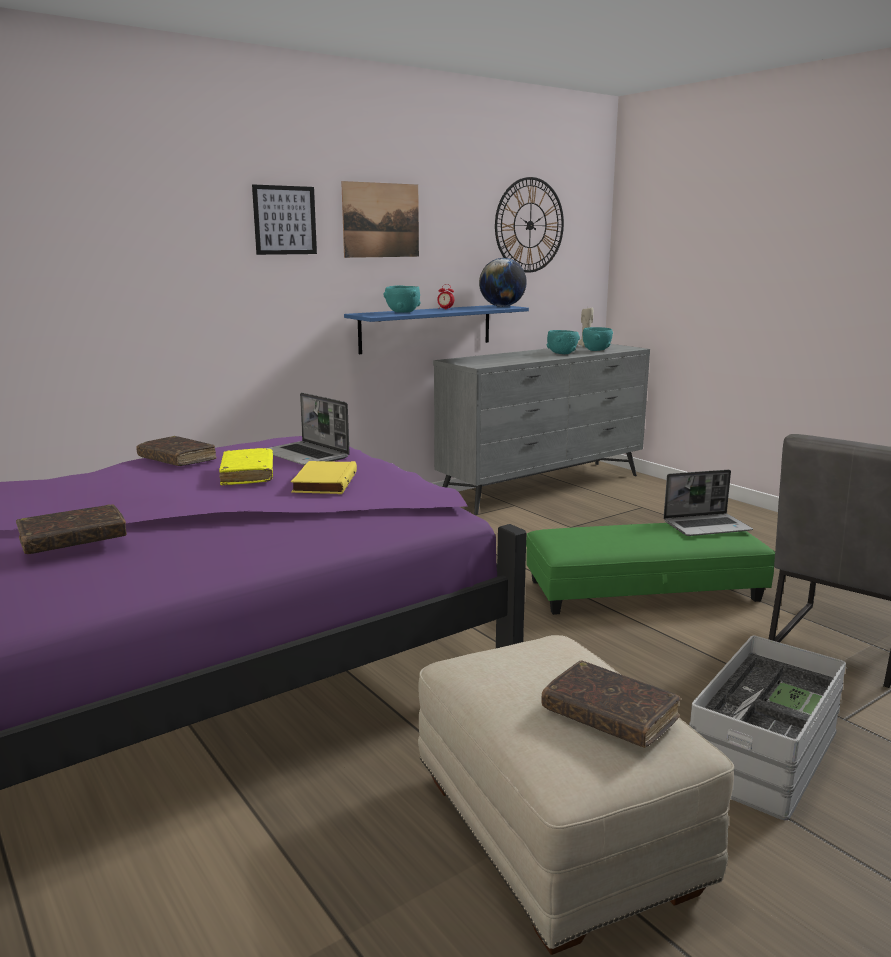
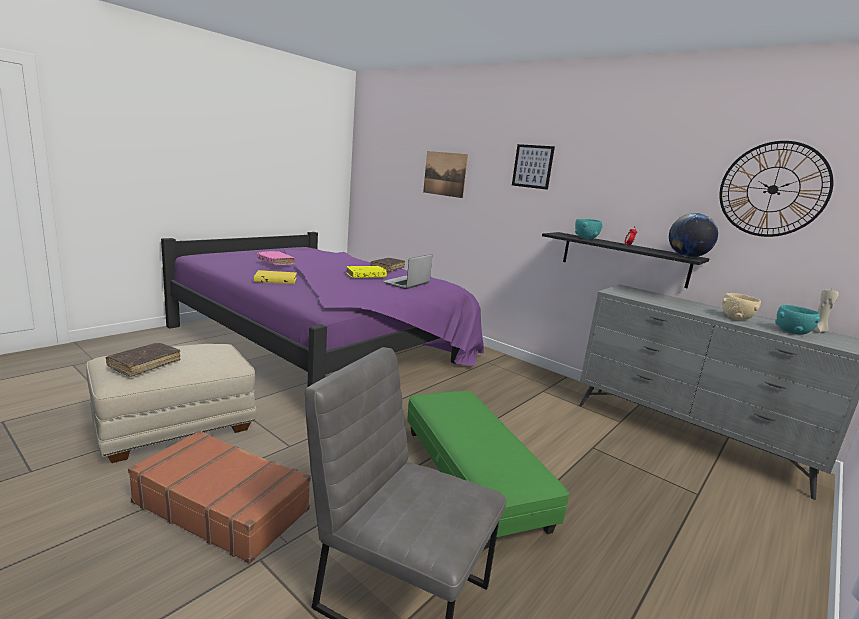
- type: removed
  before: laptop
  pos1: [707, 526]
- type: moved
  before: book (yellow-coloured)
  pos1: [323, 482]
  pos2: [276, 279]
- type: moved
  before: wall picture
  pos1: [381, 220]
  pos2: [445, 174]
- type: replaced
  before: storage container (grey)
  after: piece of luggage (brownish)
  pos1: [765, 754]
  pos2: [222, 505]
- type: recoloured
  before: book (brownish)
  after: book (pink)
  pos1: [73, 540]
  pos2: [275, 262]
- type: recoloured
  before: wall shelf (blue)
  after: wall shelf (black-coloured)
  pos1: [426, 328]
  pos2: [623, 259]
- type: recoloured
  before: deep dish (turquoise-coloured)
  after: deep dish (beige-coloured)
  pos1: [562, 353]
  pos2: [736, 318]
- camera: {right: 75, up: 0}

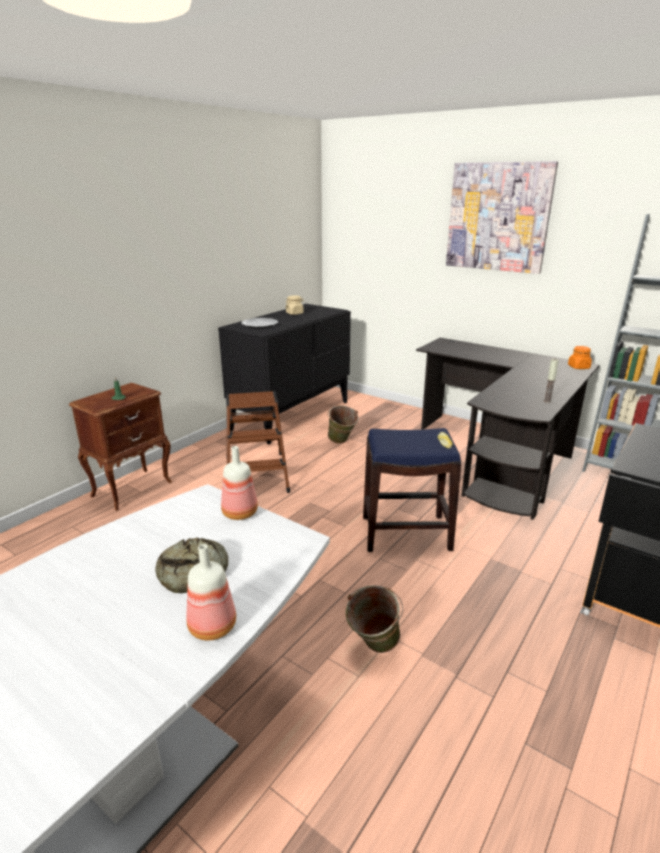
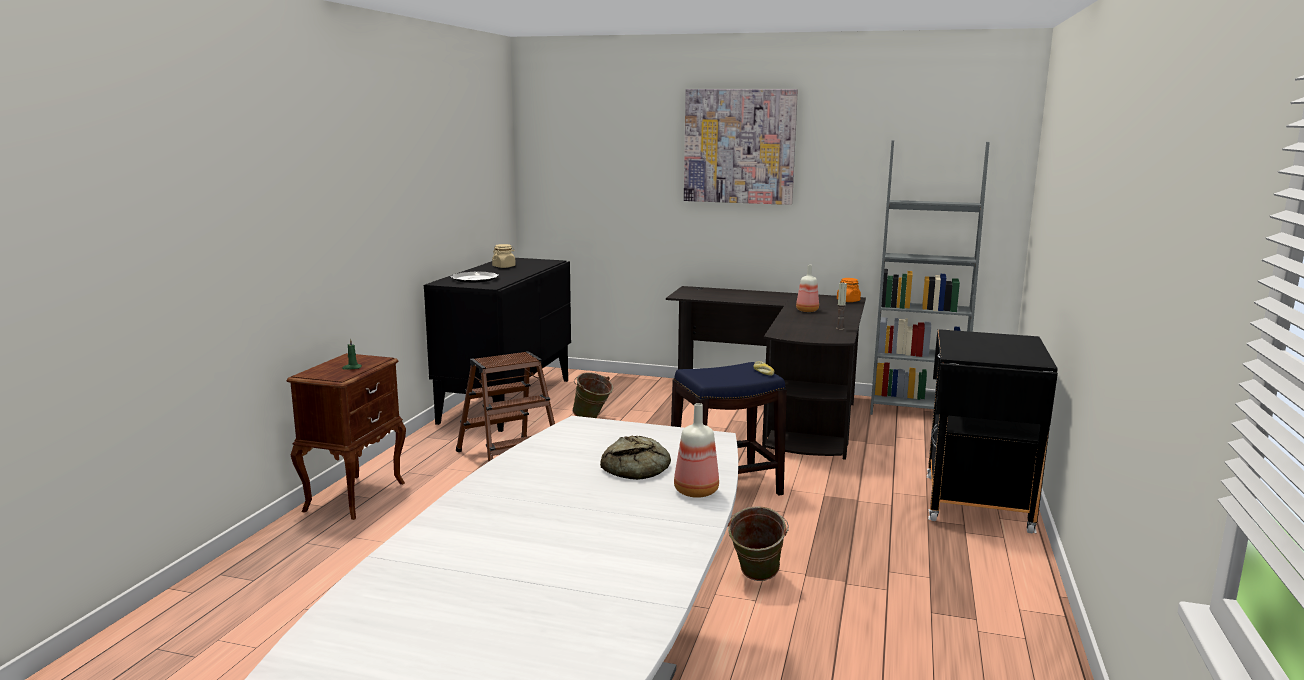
- type: moved
  before: drink bottle
  pos1: [240, 513]
  pos2: [807, 311]
- camera: {right: -20, up: -10}

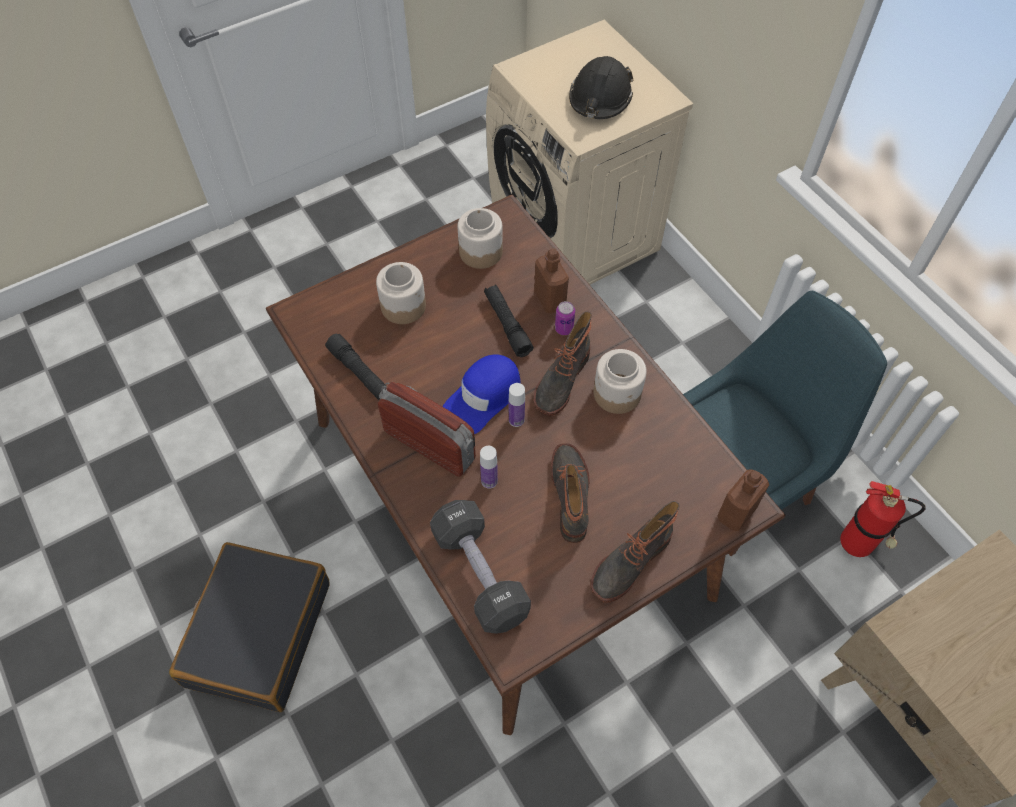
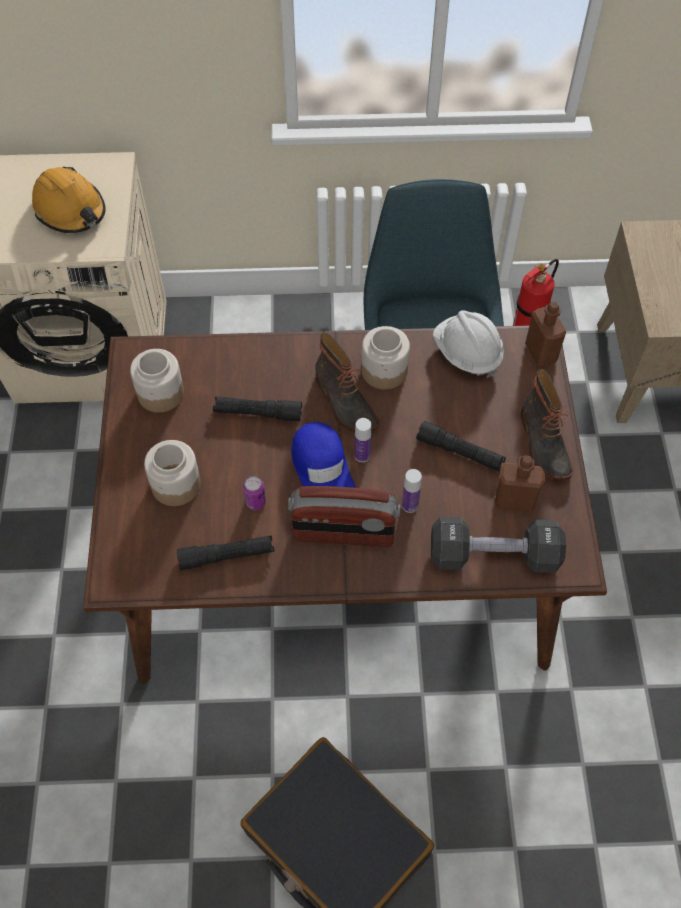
- type: added
  after: work helmet (white-coloured)
  pos2: [467, 354]
- type: moved
  before: drink bottle (brownish)
  pos1: [550, 300]
  pos2: [514, 501]
- type: moved
  before: can
  pos1: [564, 329]
  pos2: [255, 502]
- type: replaced
  before: tall boot
  after: torch (black-coloured)
  pos1: [571, 495]
  pos2: [460, 452]
- type: recoloured
  before: work helmet (black-coloured)
  after: work helmet (orange-coloured)
  pos1: [600, 99]
  pos2: [70, 210]
- type: turned
  before: radio set
  pos1: [430, 444]
  pos2: [343, 533]
  turn: -150
- camera: {right: -60, up: 0}

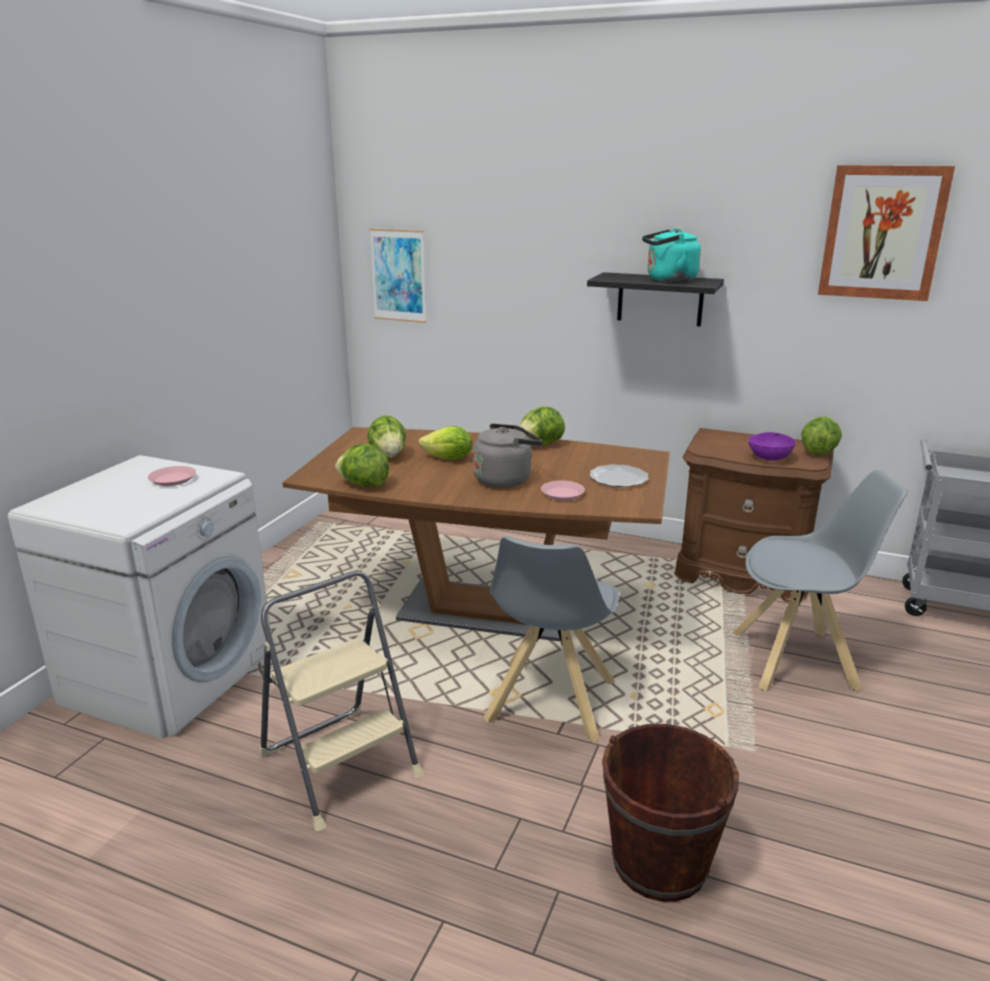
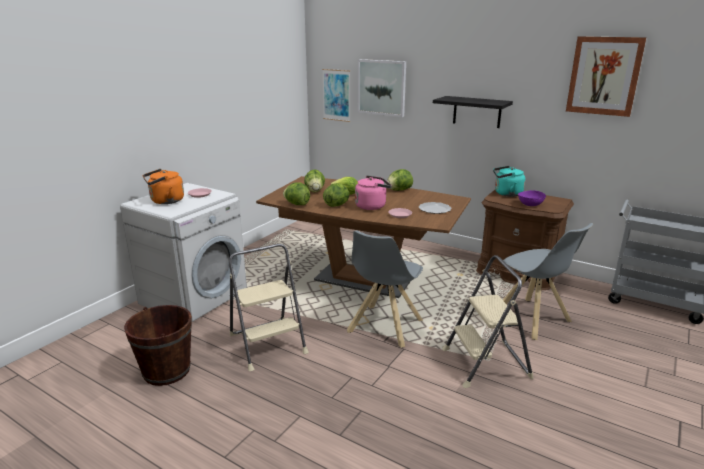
- type: added
  after: tea kettle (orange-coloured)
  pos2: [165, 201]
- type: added
  after: wall picture
  pos2: [381, 87]
- type: added
  after: stepladder (beige-coloured)
  pos2: [489, 363]
- type: moved
  before: water bucket (brownish)
  pos1: [659, 862]
  pos2: [167, 371]
- type: moved
  before: tea kettle (turquoise-coloured)
  pos1: [668, 280]
  pos2: [506, 194]
- type: moved
  before: lettuce
  pos1: [818, 452]
  pos2: [337, 205]
- type: recoloured
  before: tea kettle (grey)
  after: tea kettle (pink)
  pos1: [505, 479]
  pos2: [372, 206]
- type: turned
  before: chair (grey)
  pos1: [798, 660]
  pos2: [532, 319]
  turn: 45
- camera: {right: 10, up: 0}

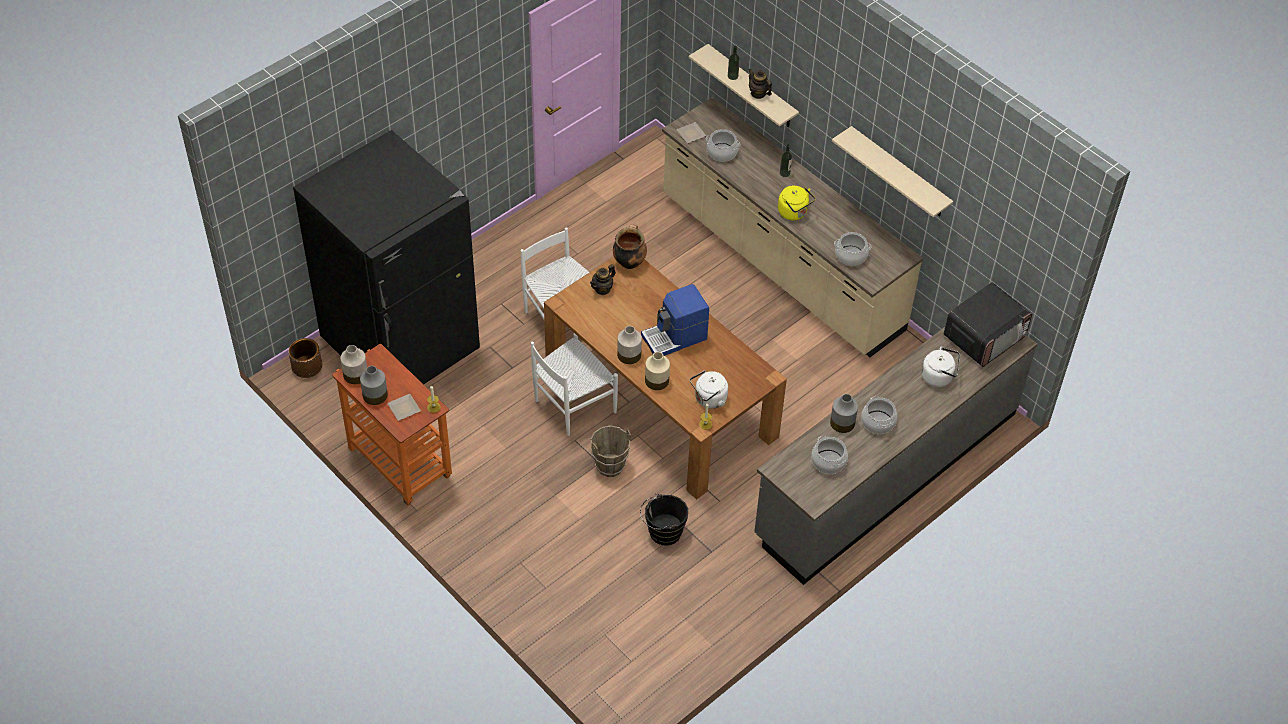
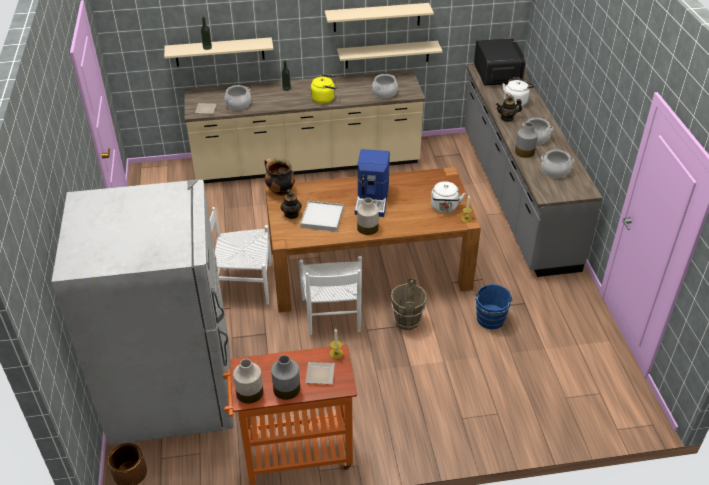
- type: removed
  before: vase (beige-coloured)
  pos1: [656, 380]
- type: added
  after: tray (white-coloured)
  pos2: [322, 218]
- type: added
  after: wall shelf (beige-coloured)
  pos2: [387, 54]
- type: moved
  before: pot for tea
  pos1: [758, 93]
  pos2: [507, 118]
- type: recoloured
  before: refrigerator (black-coloured)
  after: refrigerator (white-coloured)
  pos1: [401, 343]
  pos2: [172, 392]
- type: recoloured
  before: water bucket (black-coloured)
  after: water bucket (blue)
  pos1: [662, 532]
  pos2: [489, 321]
- camera: {right: -55, up: -10}

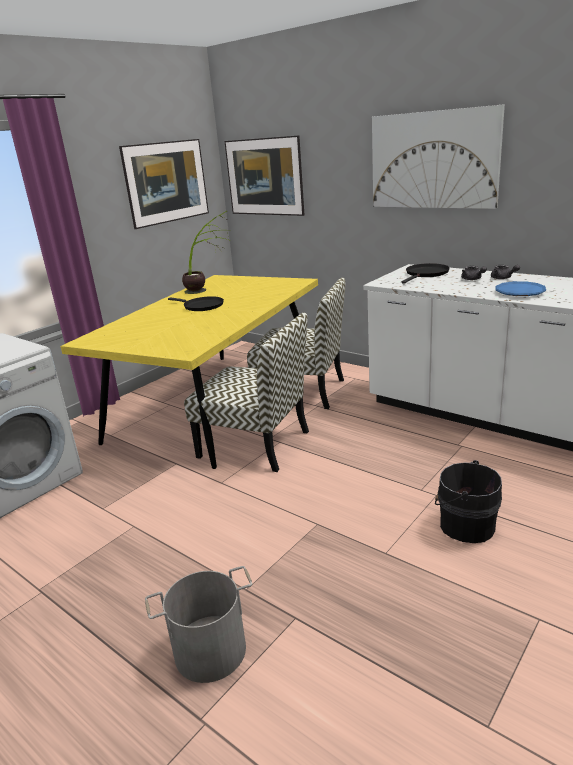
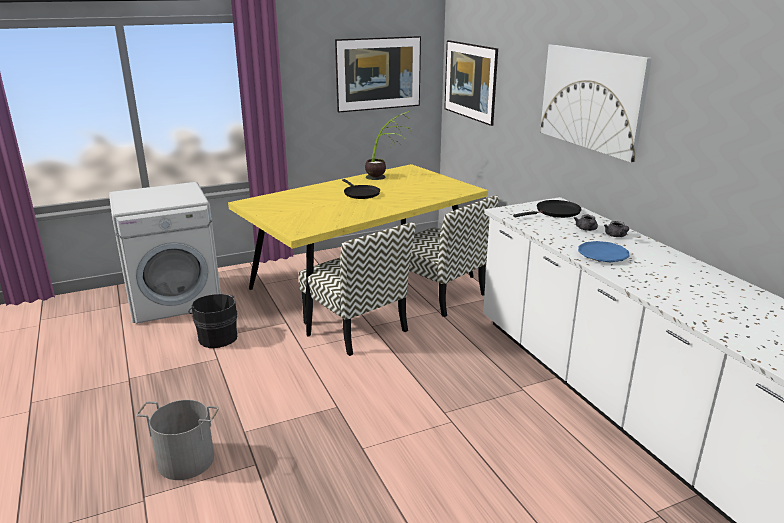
- type: moved
  before: water bucket (black-coloured)
  pos1: [464, 524]
  pos2: [217, 337]
- camera: {right: 25, up: 0}

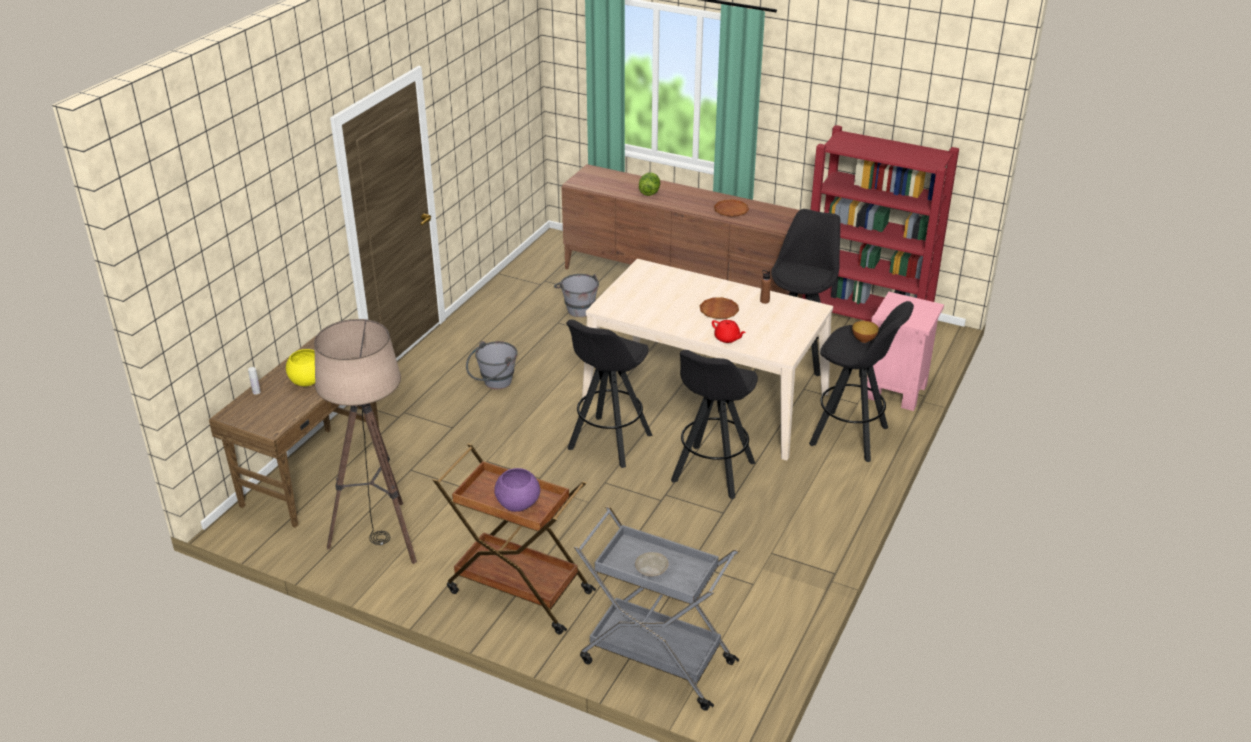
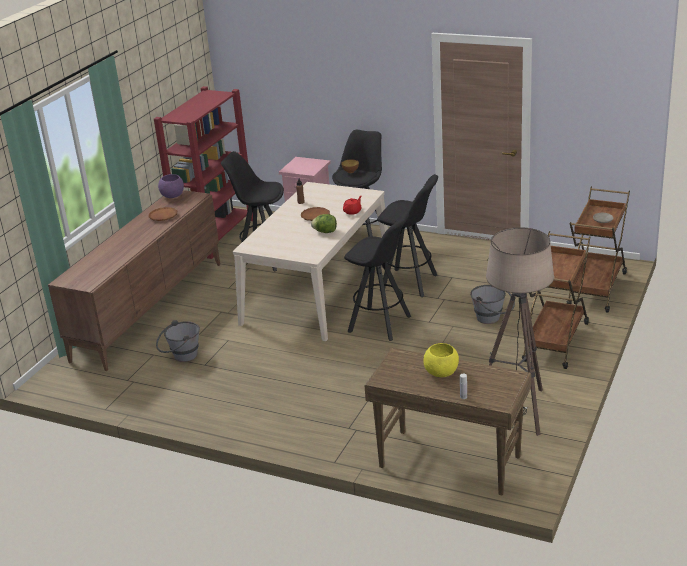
- type: moved
  before: water bucket (grey)
  pos1: [493, 384]
  pos2: [492, 319]
- type: moved
  before: deep dish (purple)
  pos1: [518, 504]
  pos2: [172, 196]
- type: moved
  before: lettuce
  pos1: [649, 192]
  pos2: [325, 232]
- type: recoloured
  before: wheeled cart (grey)
  after: wheeled cart (brownish)
  pos1: [656, 662]
  pos2: [596, 290]
- camera: {right: -90, up: -5}

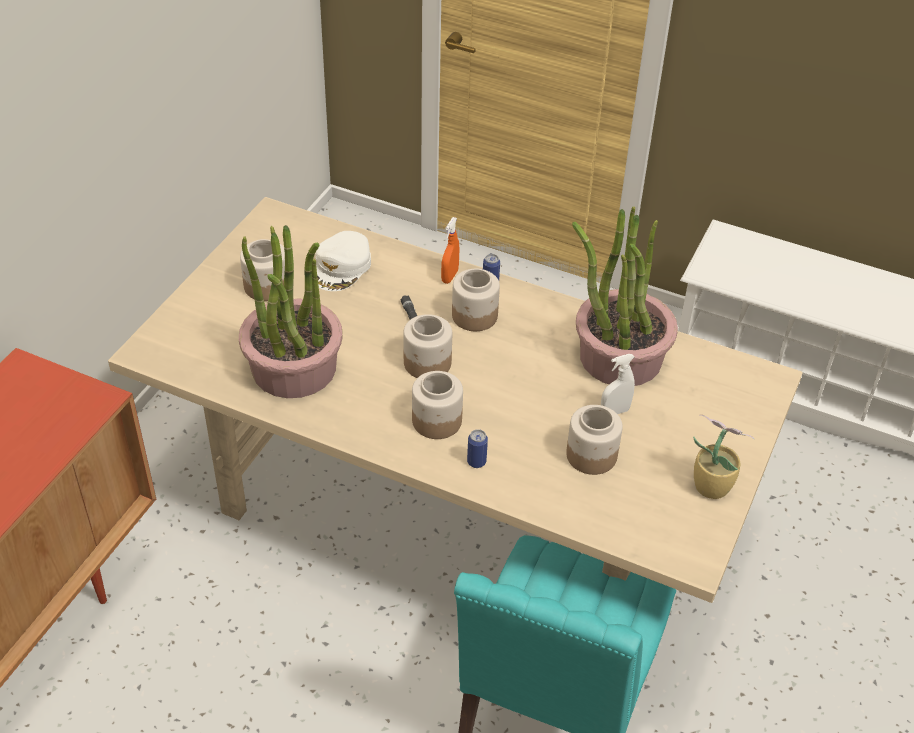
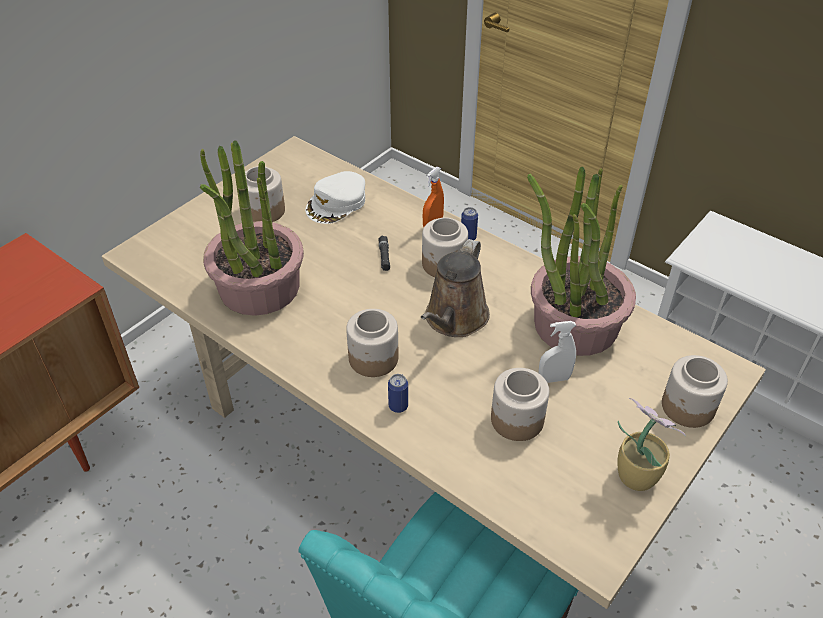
- type: added
  after: sprinkling can (brownish)
  pos2: [454, 319]
- type: moved
  before: jar
  pos1: [427, 363]
  pos2: [688, 407]
- camera: {right: 15, up: 0}

